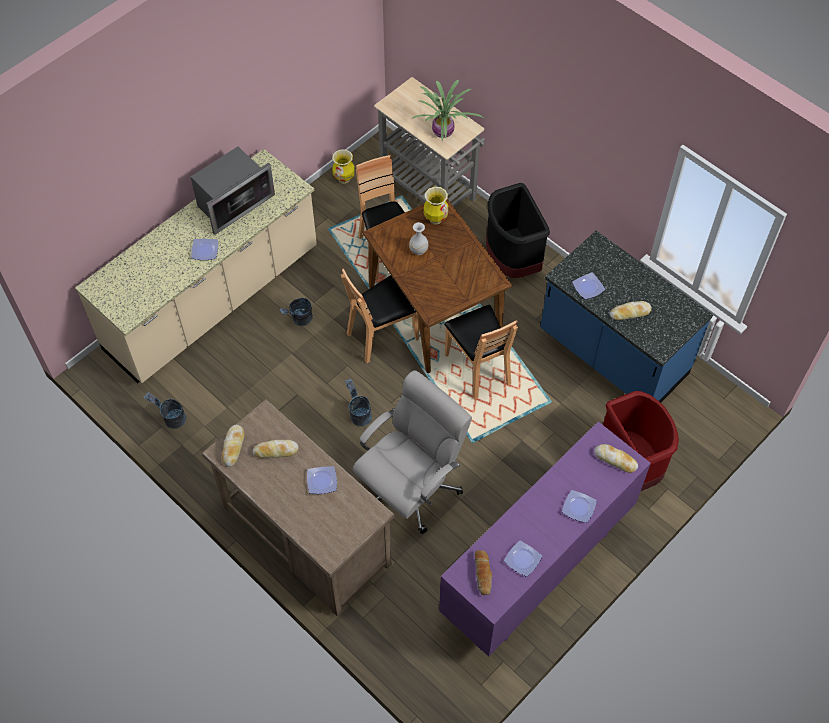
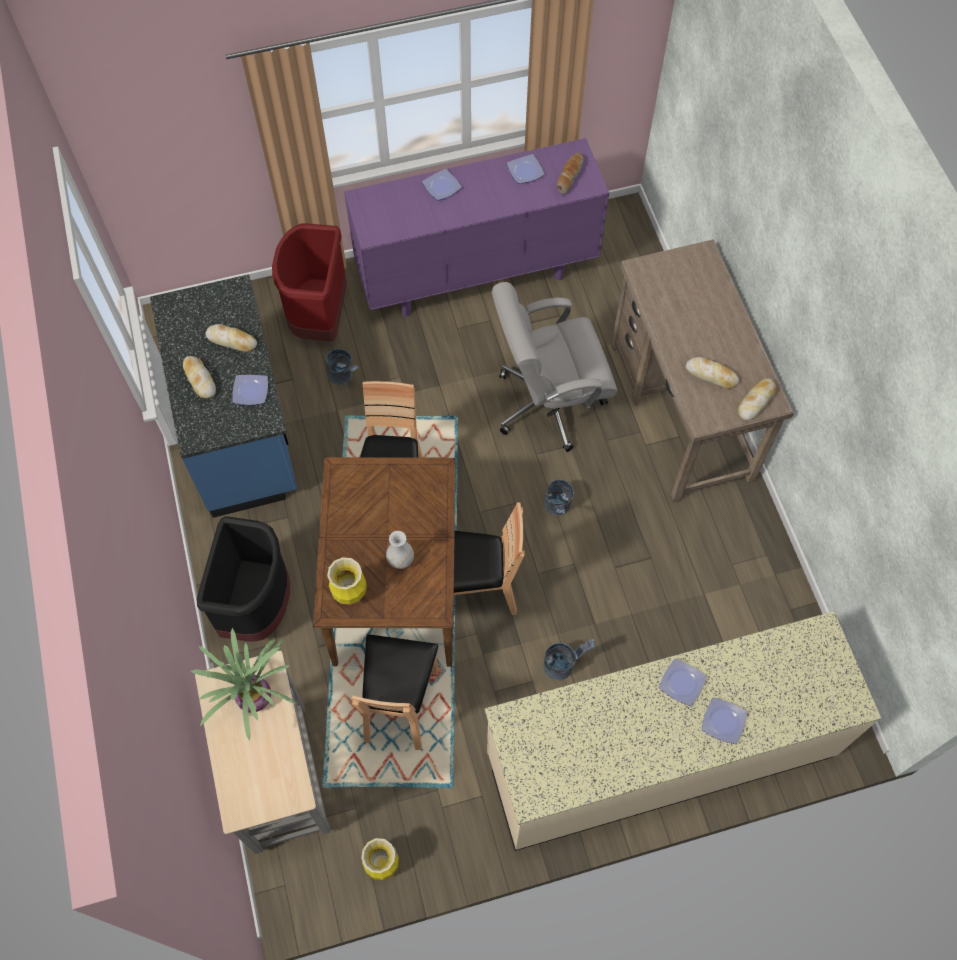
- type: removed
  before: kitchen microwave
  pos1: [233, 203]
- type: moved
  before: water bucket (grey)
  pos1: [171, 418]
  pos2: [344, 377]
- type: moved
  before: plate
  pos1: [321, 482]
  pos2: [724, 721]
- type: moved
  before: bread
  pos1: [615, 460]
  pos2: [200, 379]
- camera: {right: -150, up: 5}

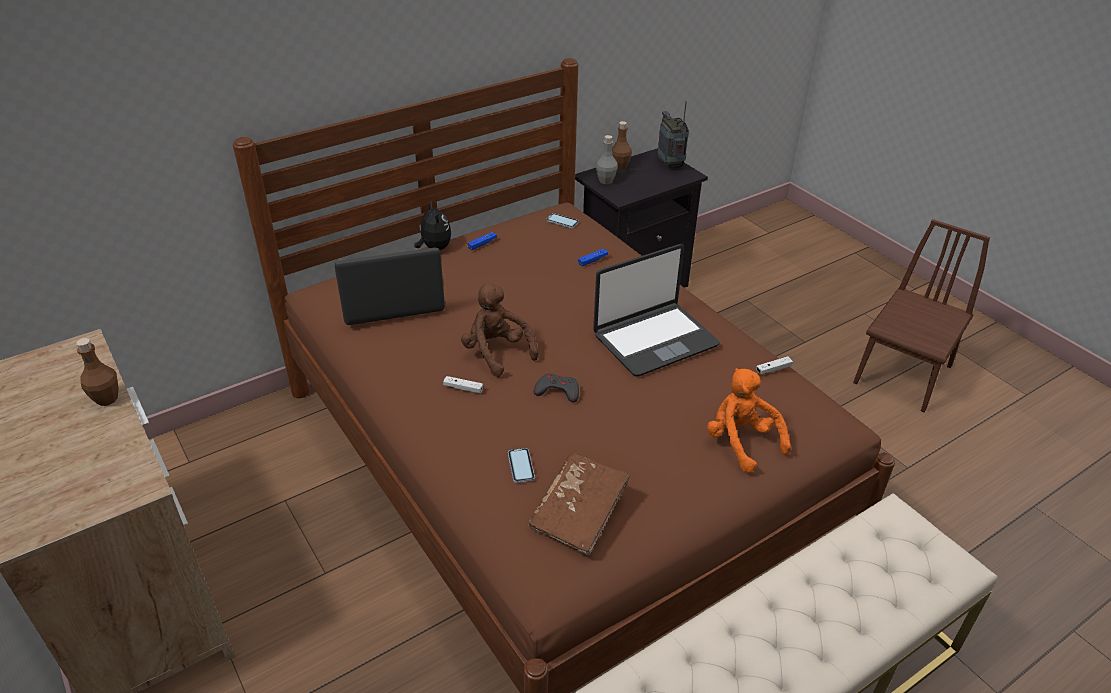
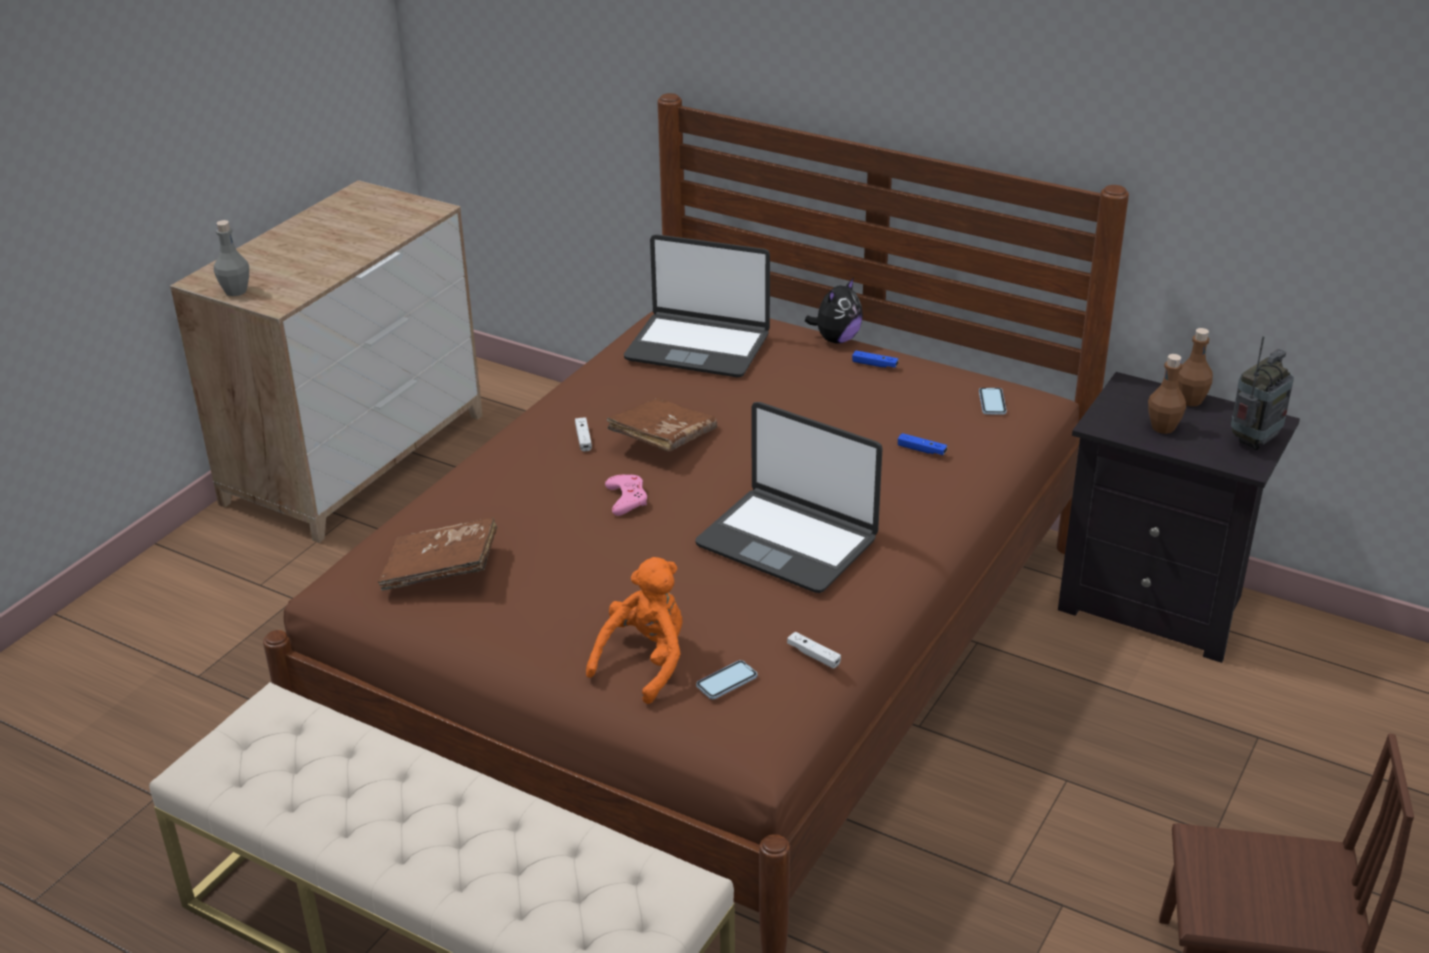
- type: moved
  before: drink bottle (brownish)
  pos1: [107, 399]
  pos2: [1163, 427]
- type: moved
  before: phone
  pos1: [521, 466]
  pos2: [726, 681]
- type: moved
  before: drink bottle (grey)
  pos1: [606, 181]
  pos2: [235, 291]
- type: replaced
  before: cuddly toy (brownish)
  after: book (brownish)
  pos1: [496, 352]
  pos2: [663, 439]
- type: recoloured
  before: gamepad (grey)
  after: gamepad (pink)
  pos1: [557, 391]
  pos2: [626, 499]
- type: turned
  before: laptop
  pos1: [391, 300]
  pos2: [698, 346]
  turn: 150
- camera: {right: 65, up: -5}

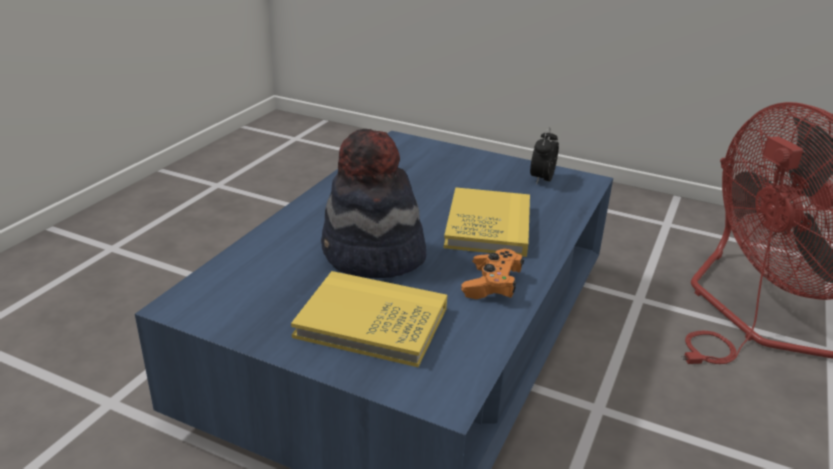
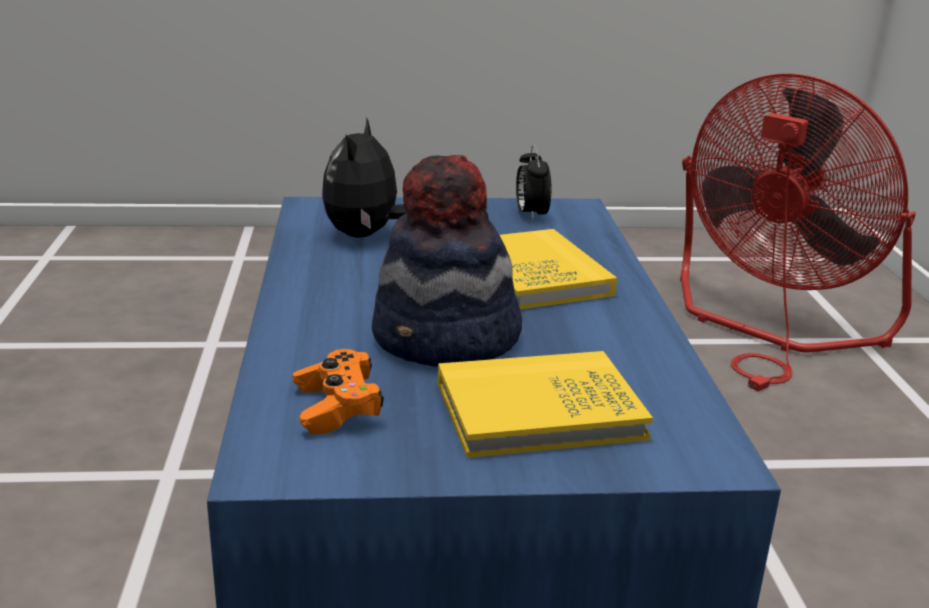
- type: added
  after: cuddly toy
  pos2: [366, 235]
- type: moved
  before: gamepad (orange-coloured)
  pos1: [492, 285]
  pos2: [337, 407]
- camera: {right: -30, up: -5}

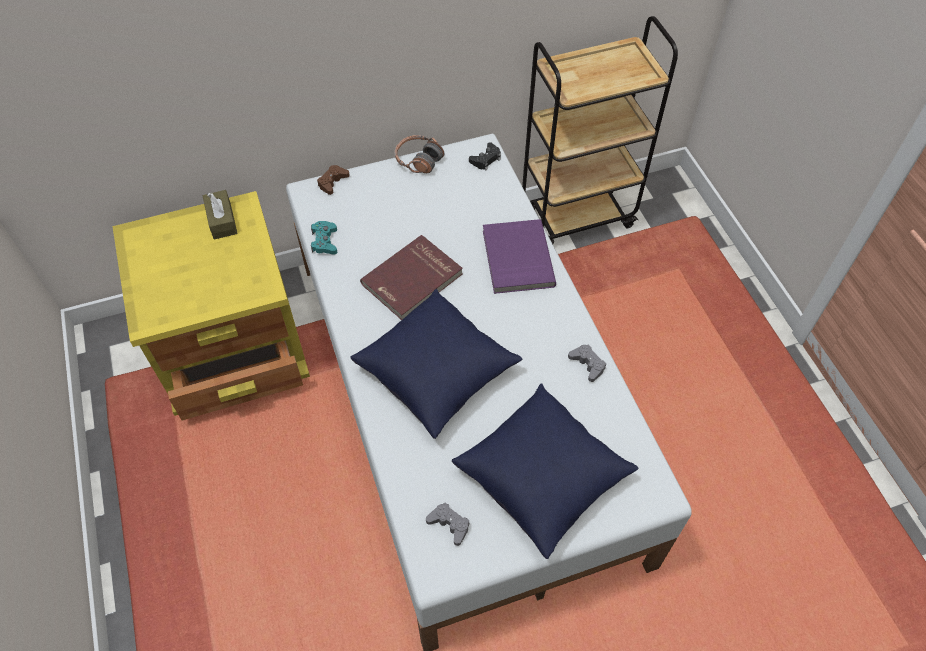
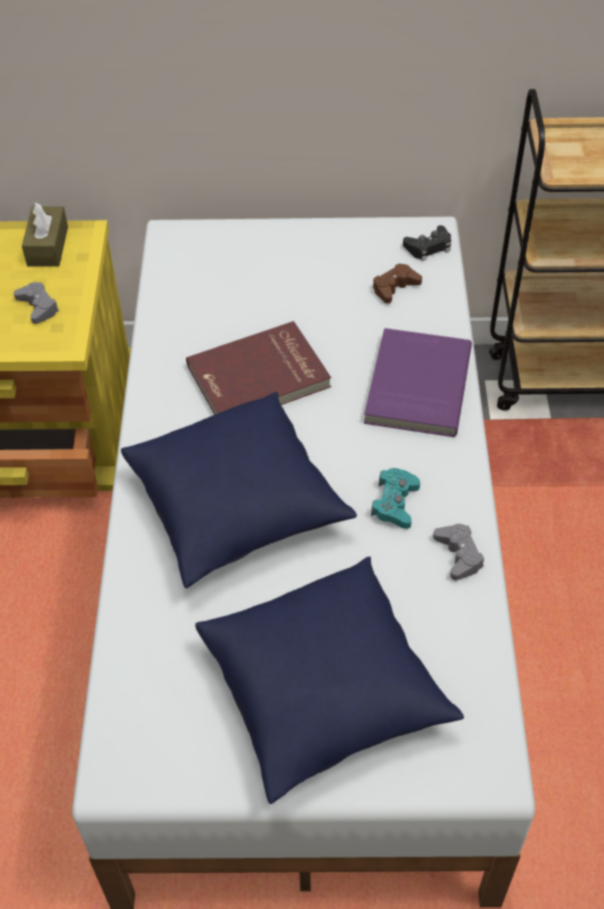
- type: removed
  before: headset
  pos1: [418, 160]
- type: moved
  before: gamepad (turquoise-coloured)
  pos1: [324, 241]
  pos2: [395, 503]
- type: moved
  before: gamepad (brownish)
  pos1: [332, 182]
  pos2: [395, 287]
- type: moved
  before: gamepad (grey)
  pos1: [449, 524]
  pos2: [38, 307]
- camera: {right: 20, up: -5}

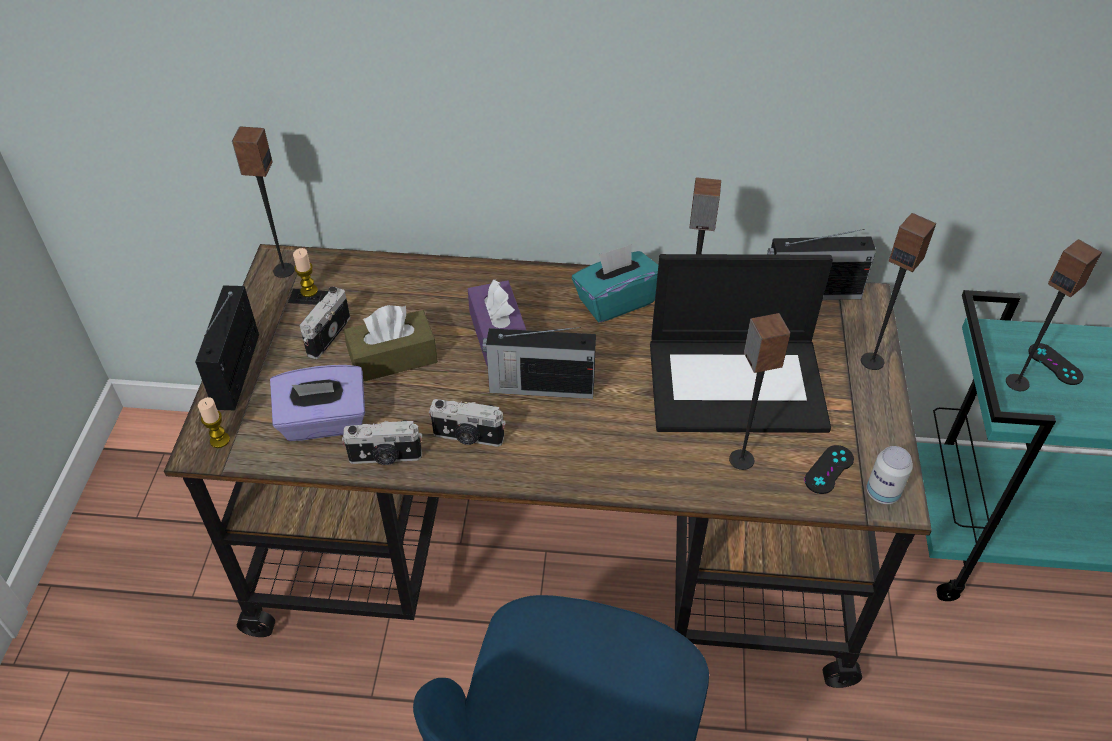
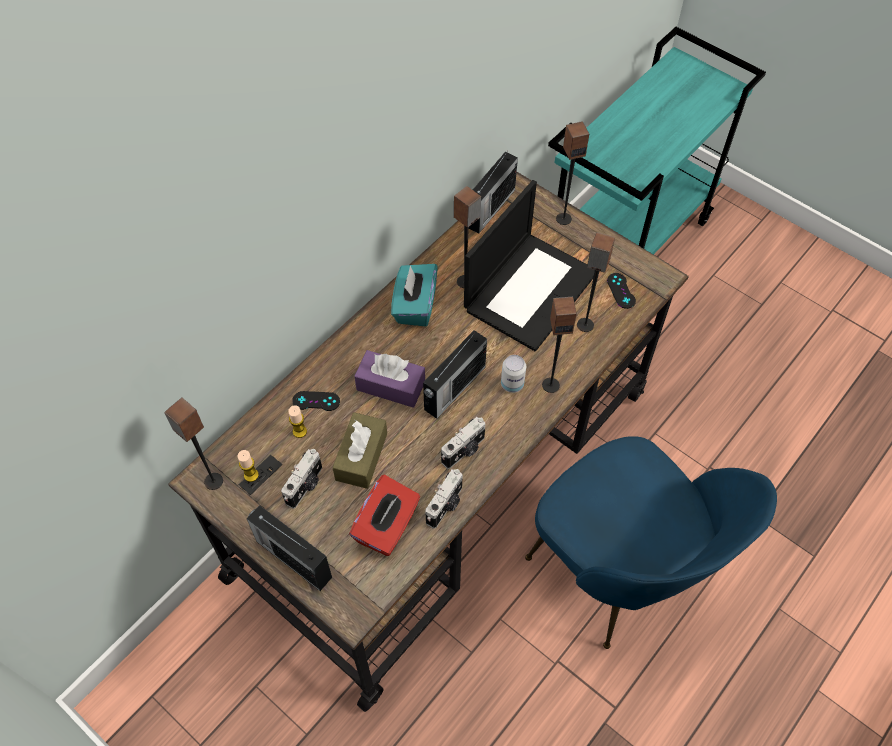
- type: moved
  before: candle
  pos1: [220, 440]
  pos2: [299, 431]
- type: moved
  before: can
  pos1: [882, 493]
  pos2: [512, 384]
- type: moved
  before: loudspeaker
  pos1: [1017, 382]
  pos2: [550, 385]
- type: moved
  before: gamepad (black-coloured)
  pos1: [1055, 364]
  pos2: [316, 401]
- type: recoloured
  before: tissue box (purple)
  after: tissue box (red-coloured)
  pos1: [324, 422]
  pos2: [387, 526]
- type: turned
  before: photo camera
  pos1: [326, 335]
  pos2: [306, 486]
  turn: -120
- camera: {right: -55, up: 10}

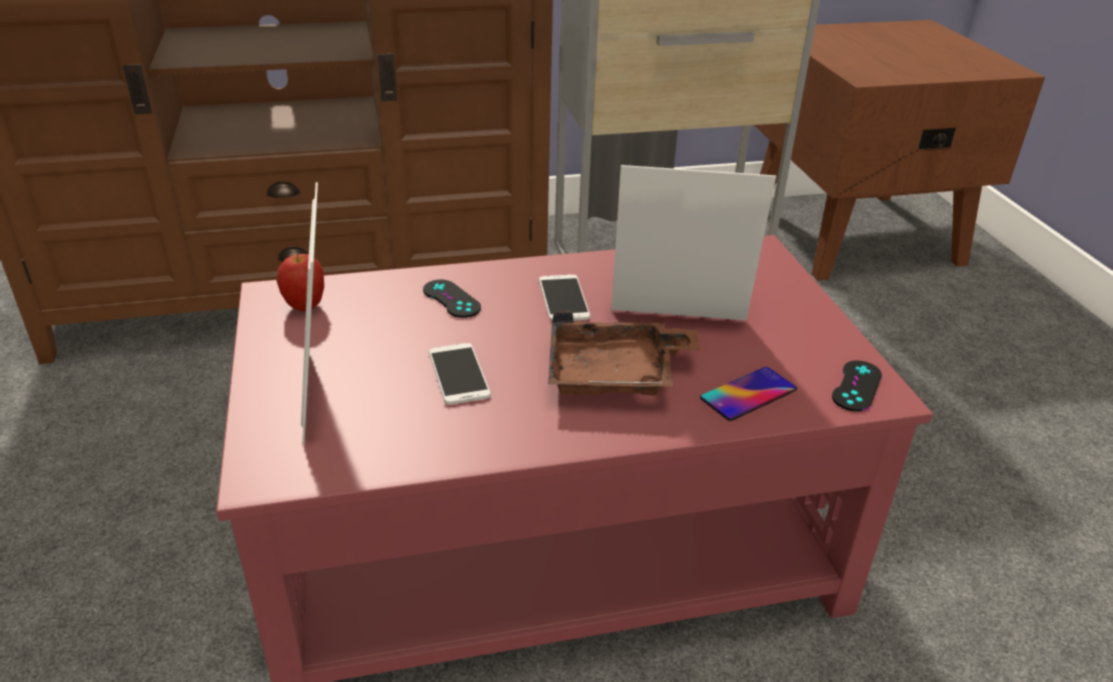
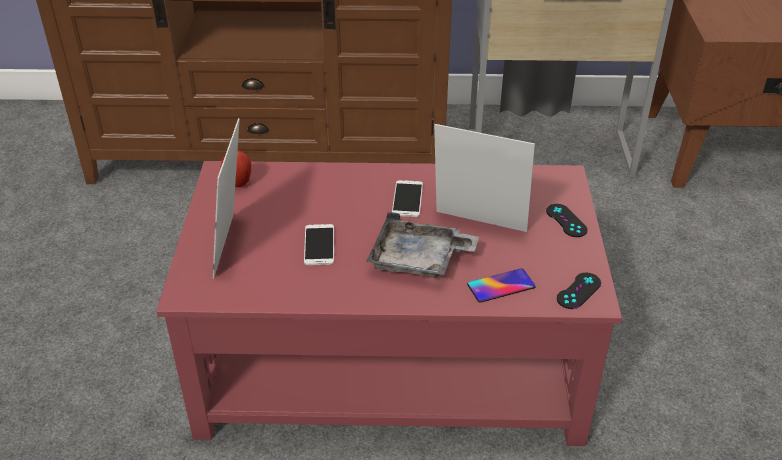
- type: moved
  before: gamepad (black-coloured)
  pos1: [451, 299]
  pos2: [566, 220]
- type: recoloured
  before: tray (brownish)
  after: tray (grey)
  pos1: [615, 375]
  pos2: [418, 260]
- camera: {right: 15, up: 5}

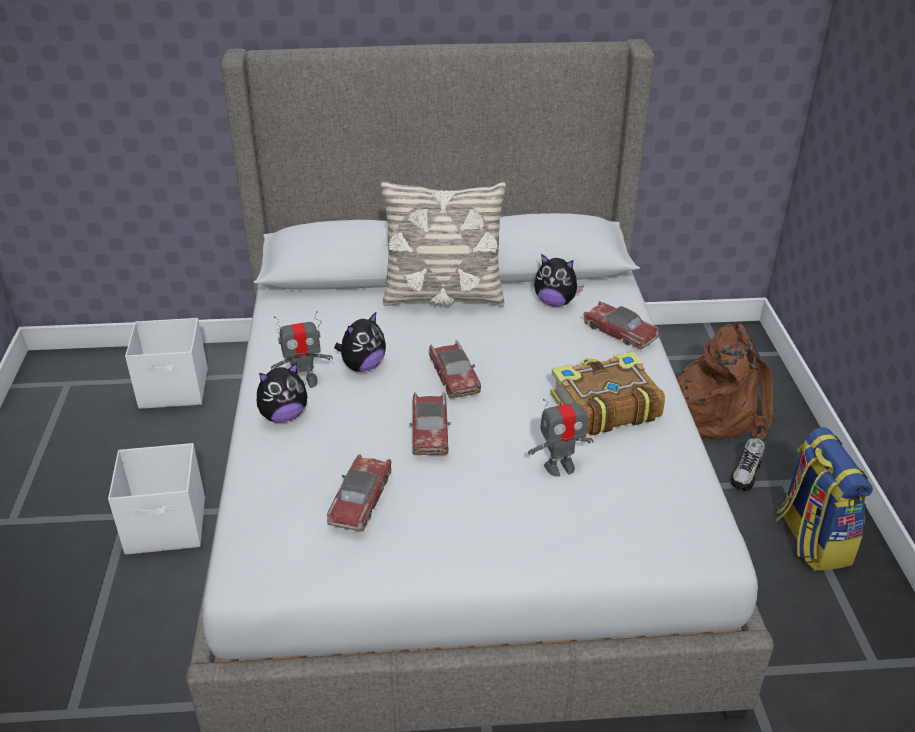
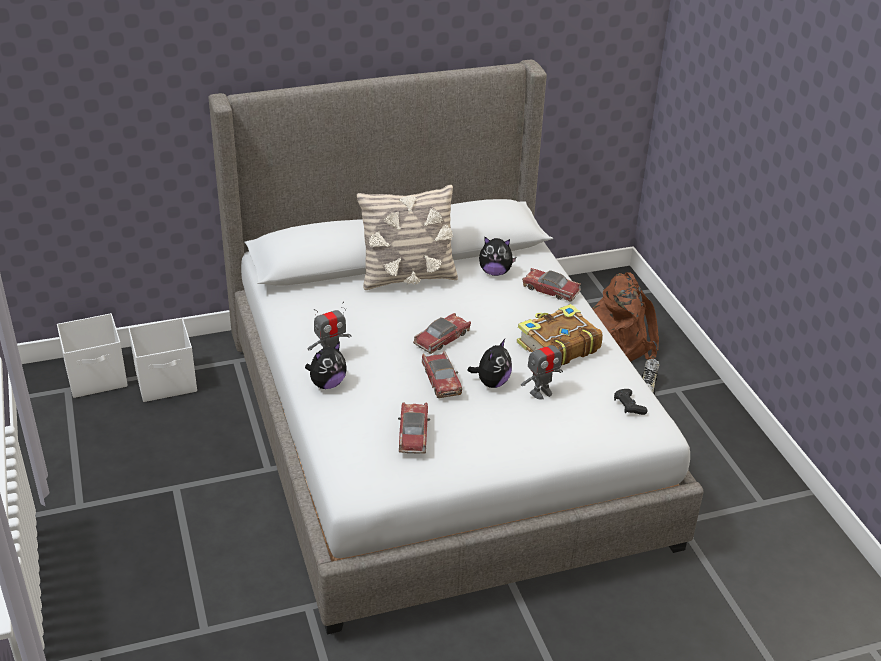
- type: removed
  before: rucksack
  pos1: [811, 540]
- type: added
  after: gamepad (black-coloured)
  pos2: [628, 406]
- type: moved
  before: storage container (white-coloured)
  pos1: [167, 526]
  pos2: [97, 377]
- type: moved
  before: cuddly toy
  pos1: [362, 366]
  pos2: [491, 382]
- type: turned
  before: miniature car
  pos1: [454, 376]
  pos2: [442, 338]
  turn: -105
- camera: {right: -15, up: 0}

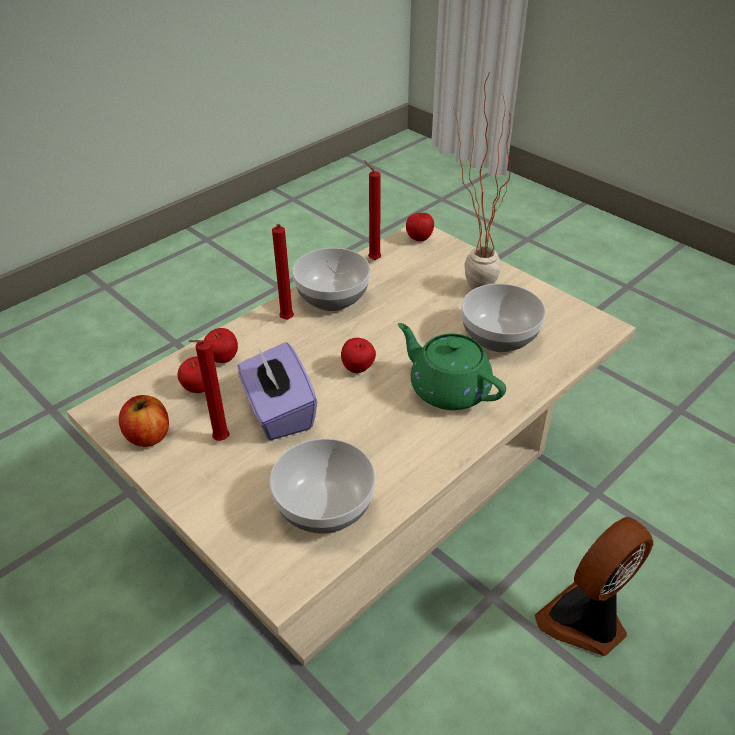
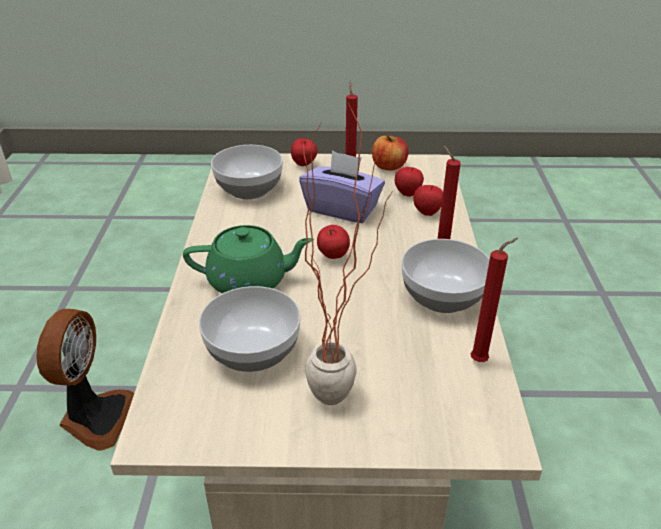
- type: moved
  before: apple
  pos1: [419, 239]
  pos2: [304, 165]
- camera: {right: 135, up: -5}

